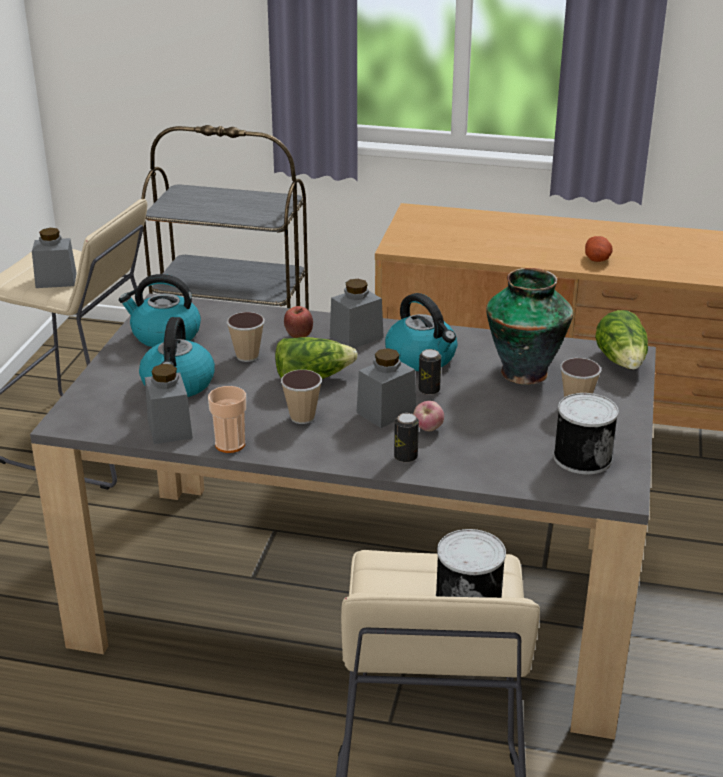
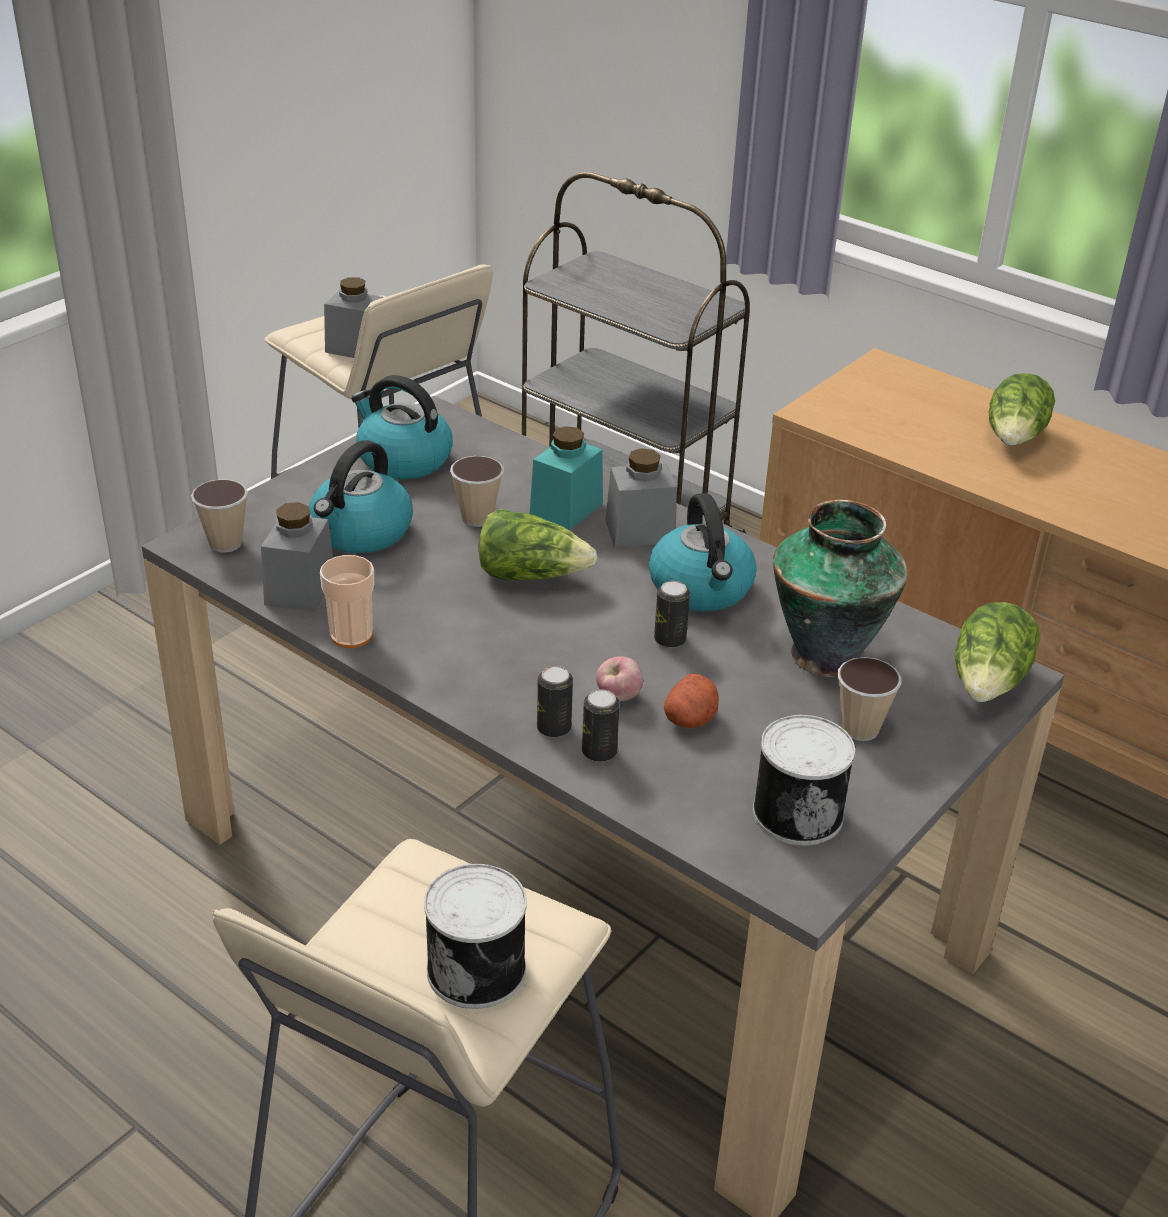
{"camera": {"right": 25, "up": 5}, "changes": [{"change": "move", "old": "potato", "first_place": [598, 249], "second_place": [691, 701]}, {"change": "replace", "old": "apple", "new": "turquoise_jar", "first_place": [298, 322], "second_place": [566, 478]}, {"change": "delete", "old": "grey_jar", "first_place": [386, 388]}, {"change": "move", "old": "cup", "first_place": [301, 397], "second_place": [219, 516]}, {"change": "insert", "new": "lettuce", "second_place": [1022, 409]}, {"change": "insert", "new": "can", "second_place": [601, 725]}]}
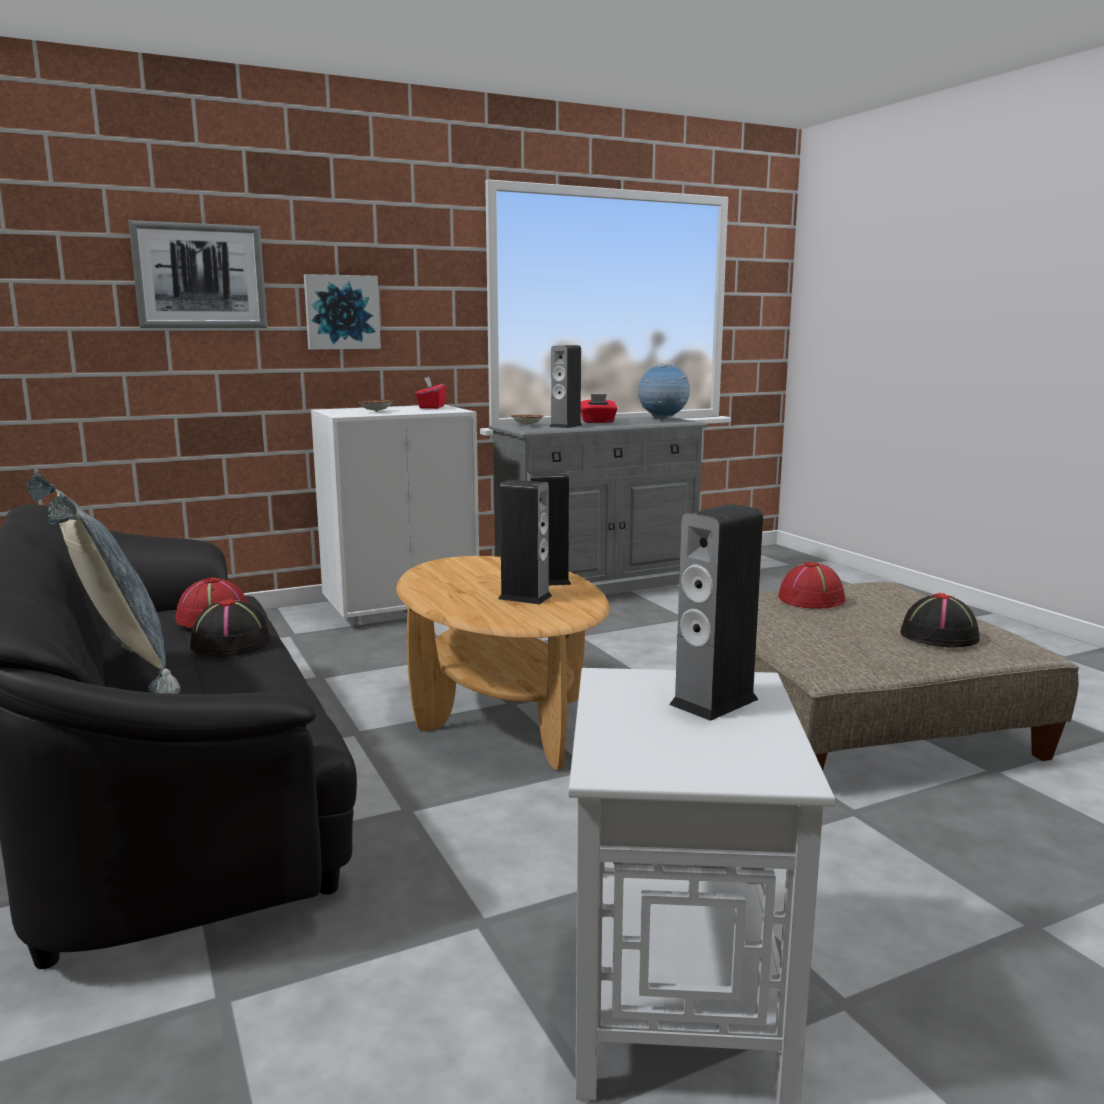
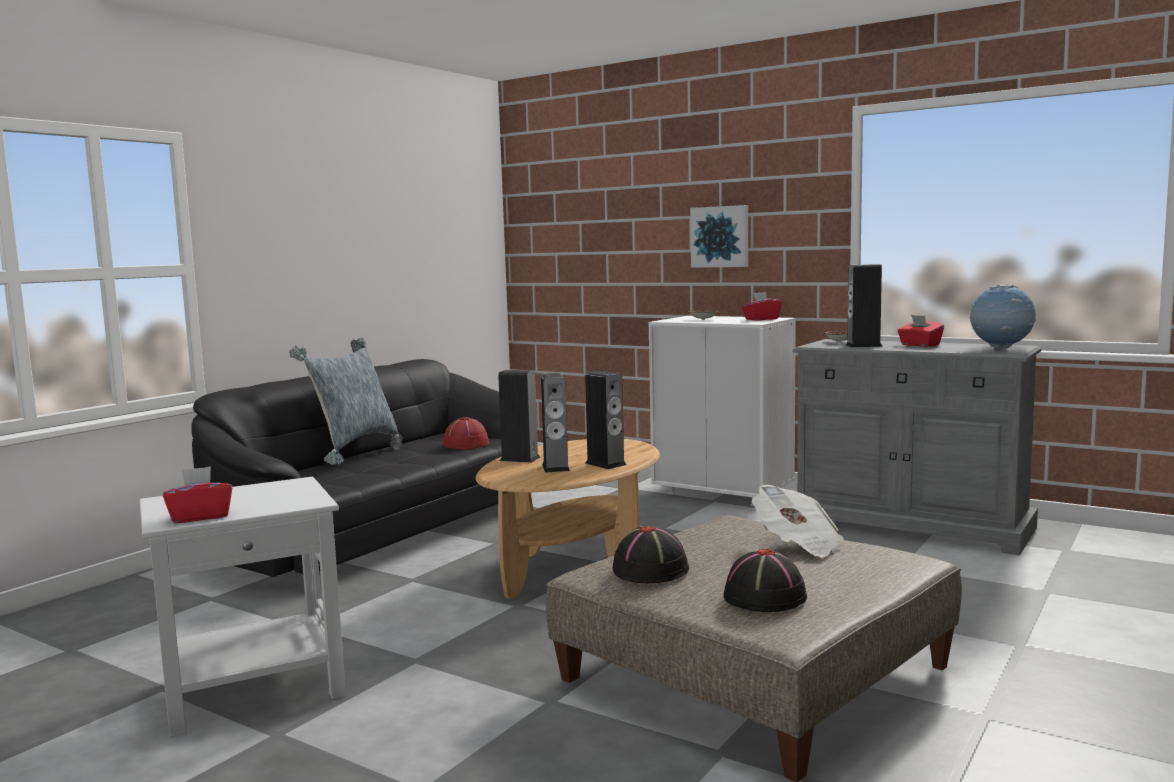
{"camera": {"right": 60, "up": -5}, "changes": [{"change": "delete", "old": "picture", "first_place": [198, 274]}, {"change": "move", "old": "speaker", "first_place": [716, 612], "second_place": [519, 416]}, {"change": "replace", "old": "red_hat", "new": "newspaper", "first_place": [812, 585], "second_place": [798, 521]}, {"change": "move", "old": "black_hat", "first_place": [230, 628], "second_place": [651, 554]}, {"change": "insert", "new": "red_tissue_box", "second_place": [197, 494]}]}
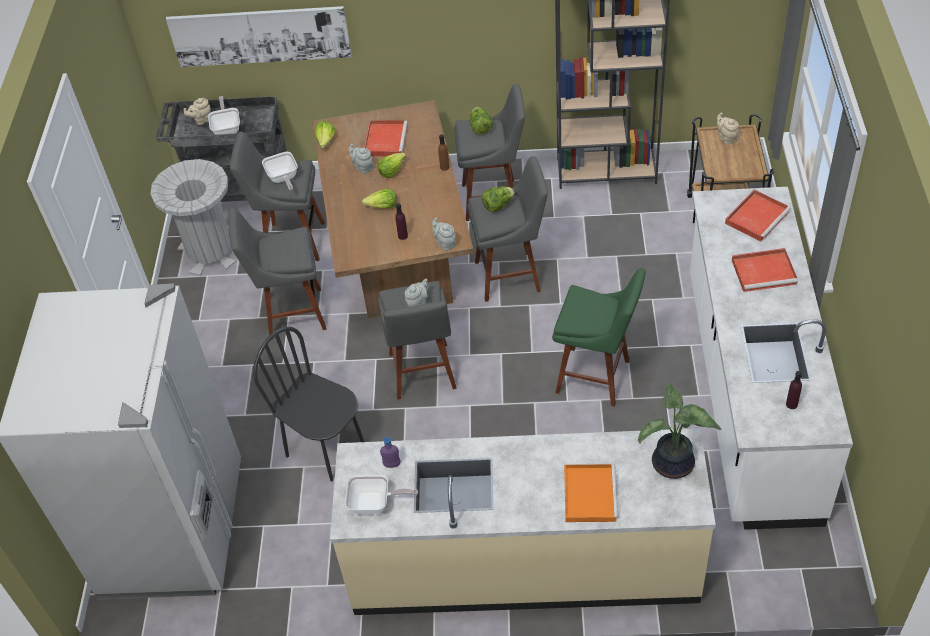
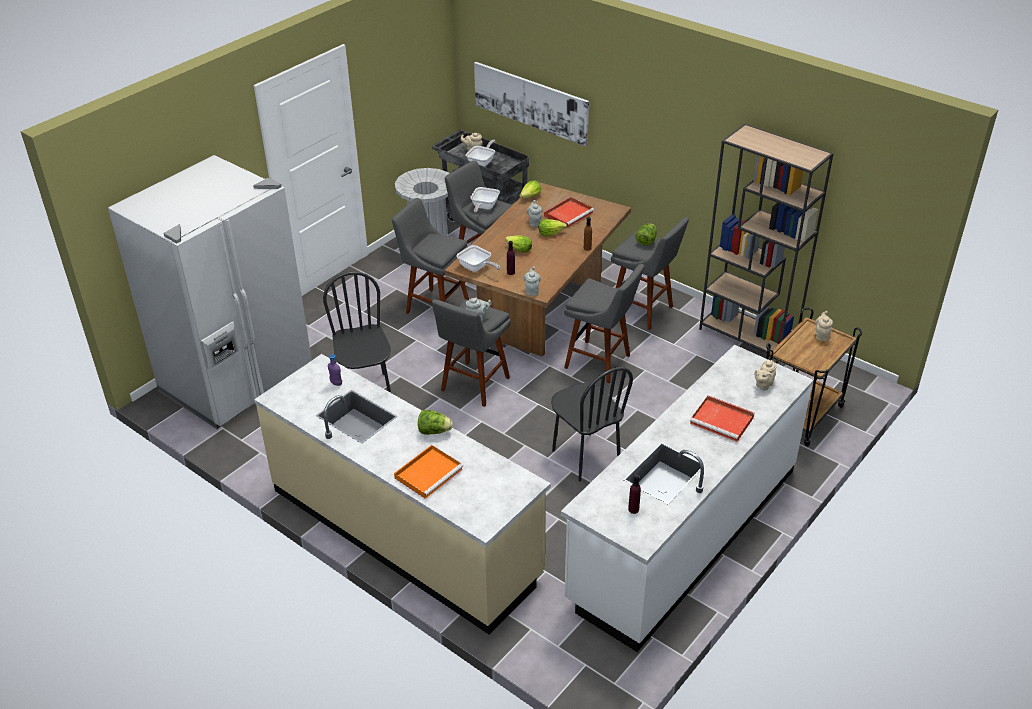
{"camera": {"right": 35, "up": -10}, "changes": [{"change": "move", "old": "lettuce", "first_place": [498, 199], "second_place": [435, 422]}, {"change": "replace", "old": "red_tray", "new": "beige_teapot", "first_place": [758, 216], "second_place": [765, 375]}, {"change": "replace", "old": "green_stool", "new": "black_chair", "first_place": [598, 337], "second_place": [592, 424]}, {"change": "delete", "old": "potted_plant", "first_place": [679, 431]}, {"change": "move", "old": "frying_pan", "first_place": [381, 494], "second_place": [478, 258]}]}
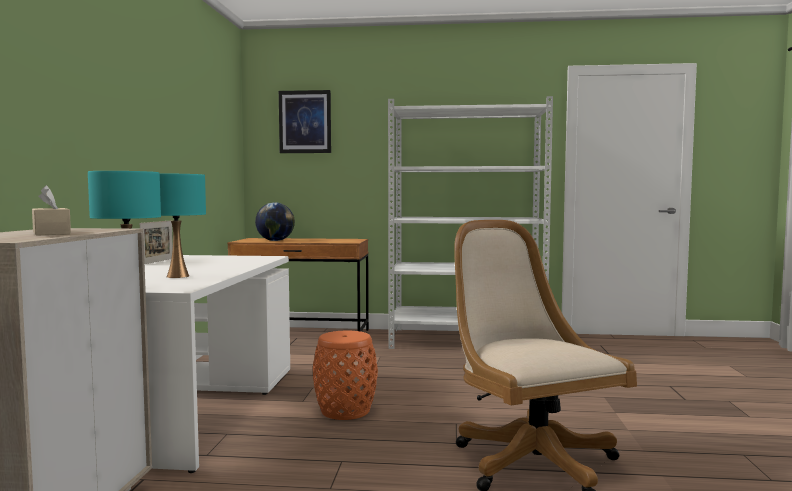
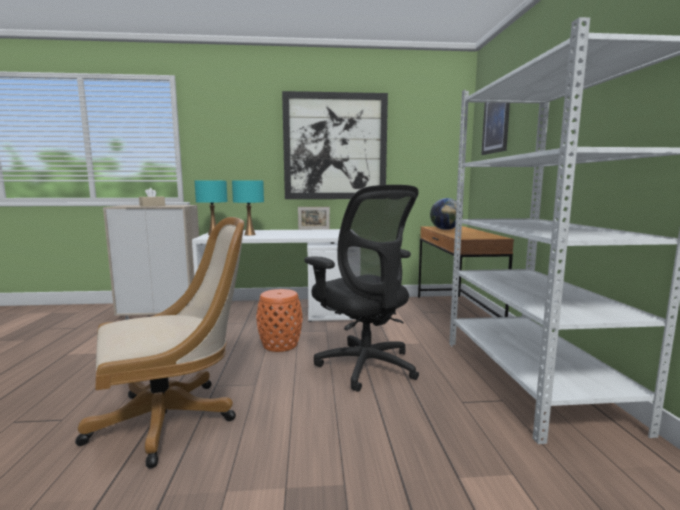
{"camera": {"right": 80, "up": 5}, "changes": [{"change": "insert", "new": "picture", "second_place": [335, 145]}, {"change": "insert", "new": "black_office_chair", "second_place": [361, 288]}]}
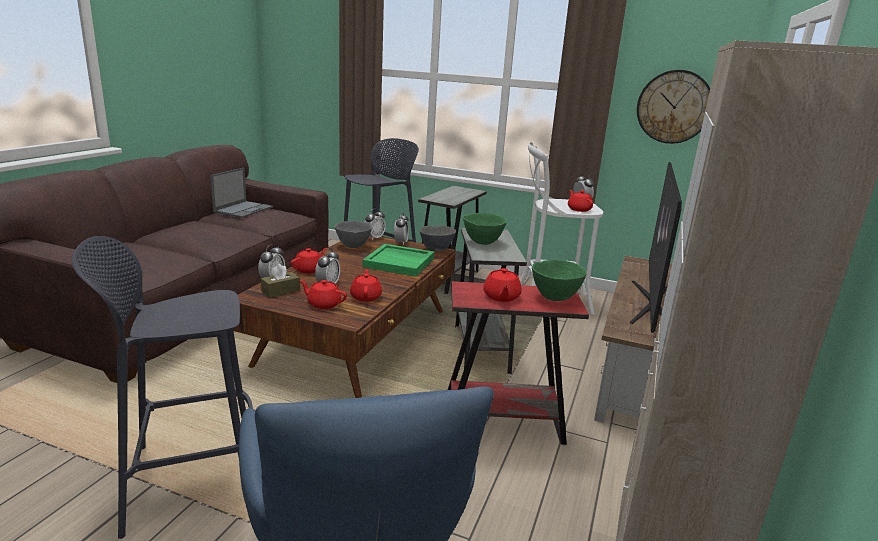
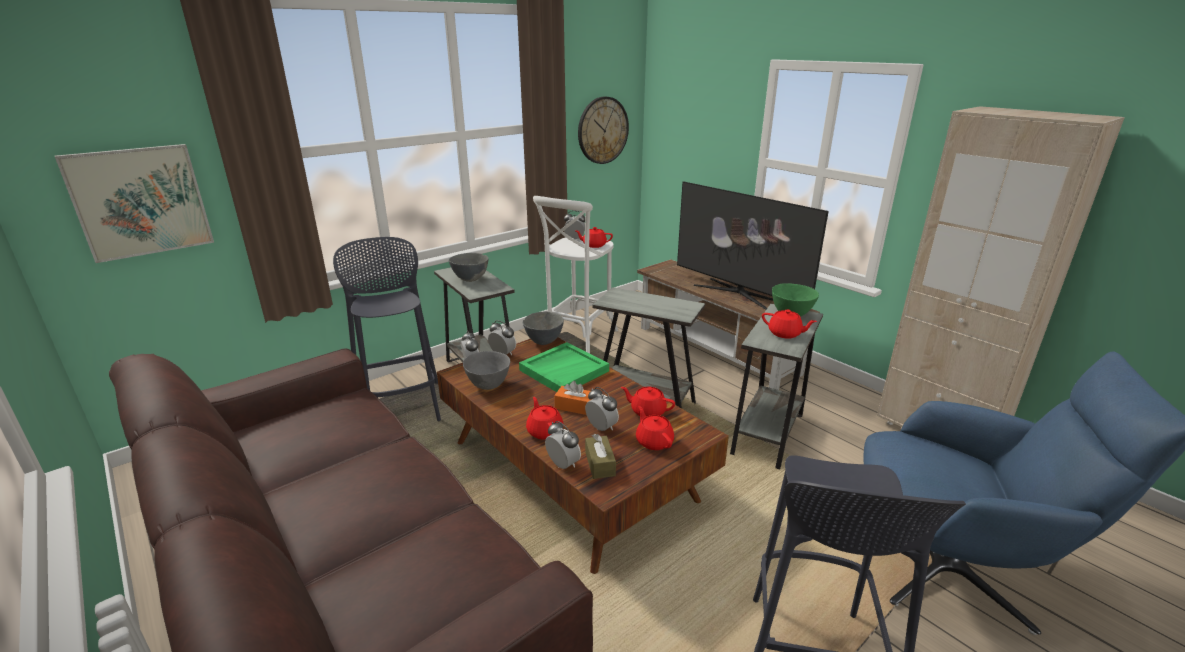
{"camera": {"right": -60, "up": 5}, "changes": [{"change": "delete", "old": "laptop", "first_place": [241, 193]}, {"change": "delete", "old": "green_bowl", "first_place": [485, 229]}, {"change": "rotate", "old": "red_teapot", "first_place": [323, 294], "second_place": [655, 428], "degrees": 105}, {"change": "recolor", "old": "red_side_table", "new": "grey_side_table", "first_place": [518, 363], "second_place": [776, 387]}, {"change": "insert", "new": "picture", "second_place": [134, 203]}, {"change": "insert", "new": "grey_bowl", "second_place": [469, 267]}, {"change": "insert", "new": "orange_tissue_box", "second_place": [573, 398]}]}
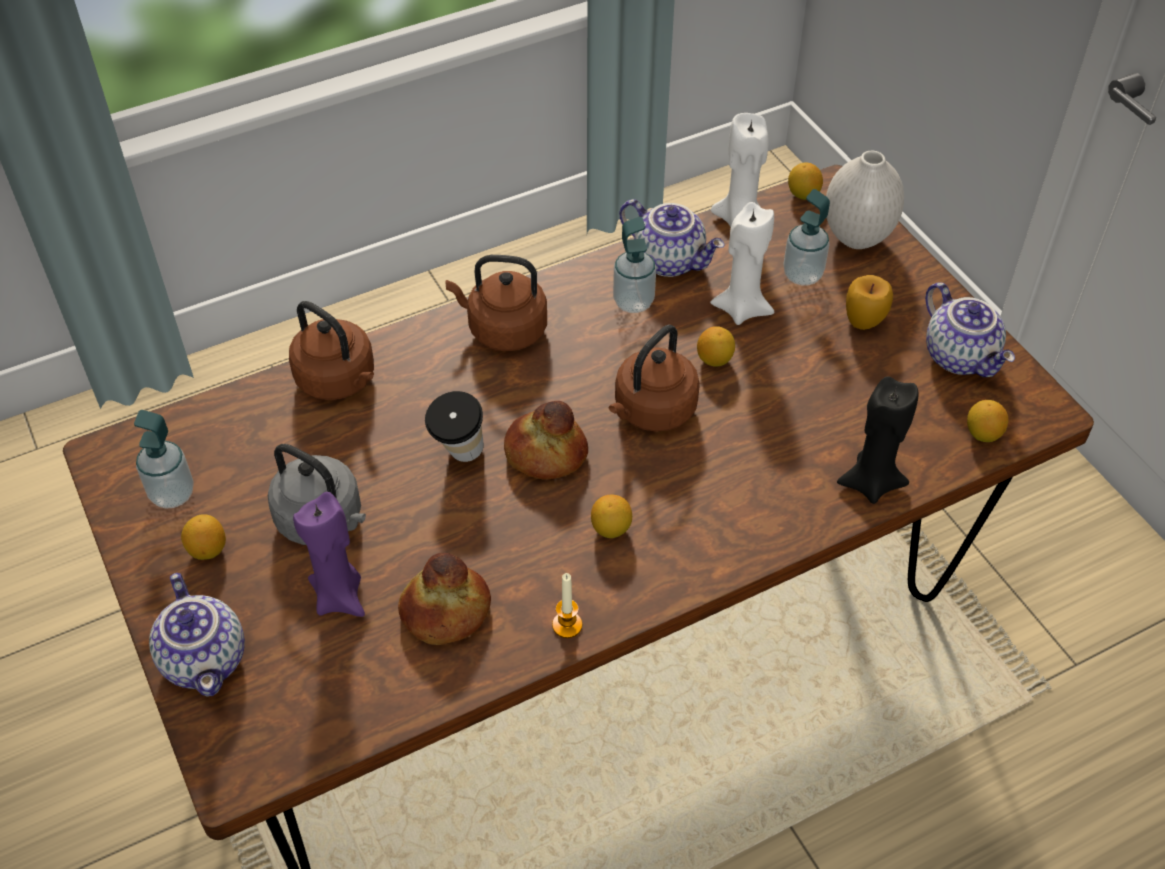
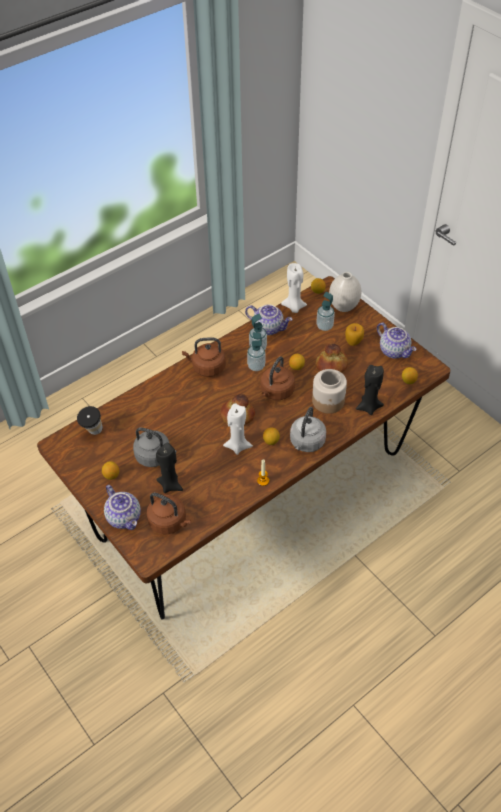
{"camera": {"right": -10, "up": 0}, "changes": [{"change": "move", "old": "white_candle", "first_place": [742, 263], "second_place": [238, 429]}, {"change": "move", "old": "brown_kettle", "first_place": [331, 350], "second_place": [169, 513]}, {"change": "move", "old": "cup", "first_place": [454, 426], "second_place": [90, 420]}, {"change": "move", "old": "soap_dispenser", "first_place": [163, 459], "second_place": [256, 351]}, {"change": "recolor", "old": "purple_candle", "new": "black_candle", "first_place": [329, 554], "second_place": [169, 468]}, {"change": "move", "old": "bread", "first_place": [444, 599], "second_place": [332, 358]}, {"change": "insert", "new": "jar", "second_place": [329, 391]}, {"change": "insert", "new": "grey_kettle", "second_place": [308, 429]}]}
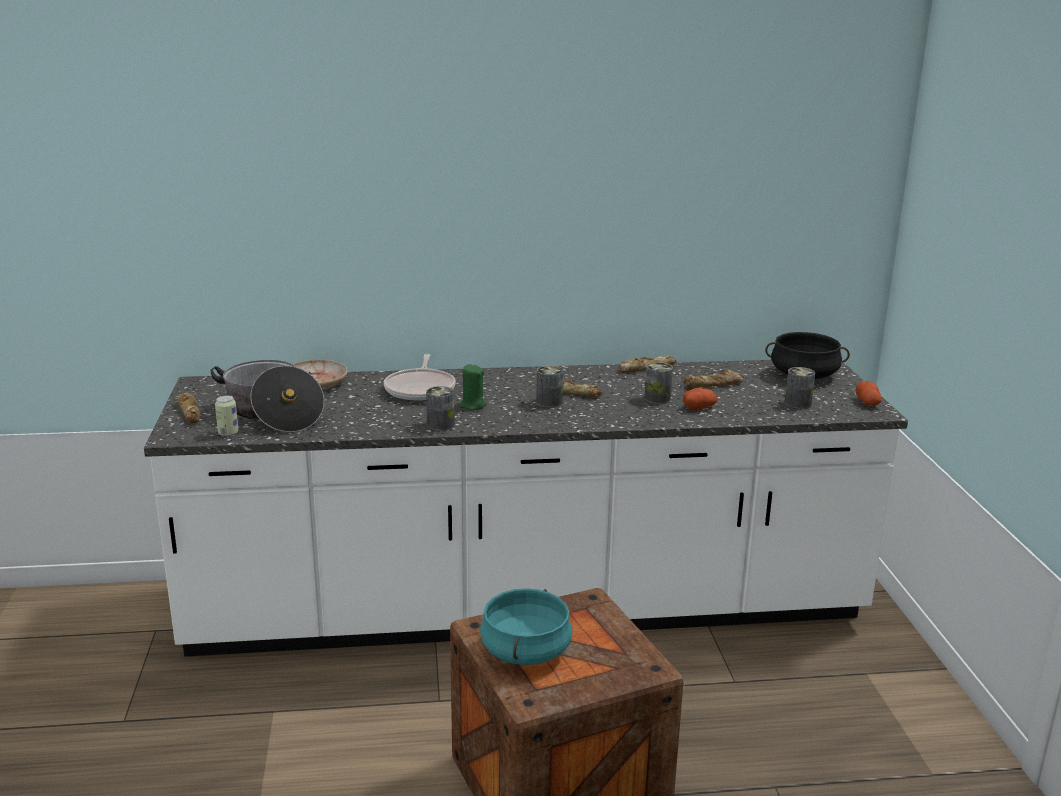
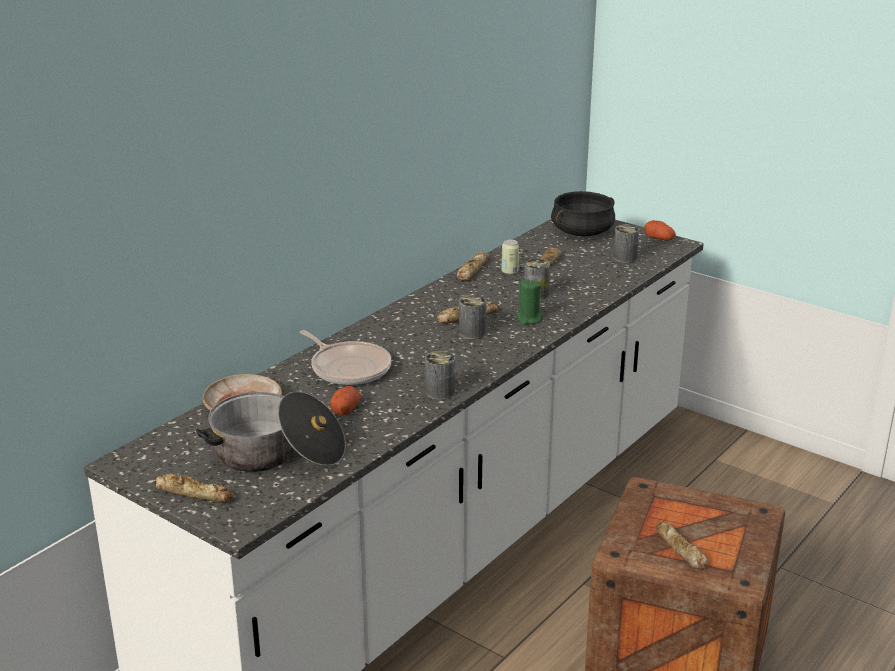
{"camera": {"right": -45, "up": 5}, "changes": [{"change": "move", "old": "green_candle", "first_place": [473, 387], "second_place": [529, 302]}, {"change": "move", "old": "potato", "first_place": [700, 399], "second_place": [345, 401]}, {"change": "move", "old": "can", "first_place": [226, 416], "second_place": [510, 257]}, {"change": "replace", "old": "turquoise_cooking_pot", "new": "bread", "first_place": [526, 626], "second_place": [681, 545]}]}
